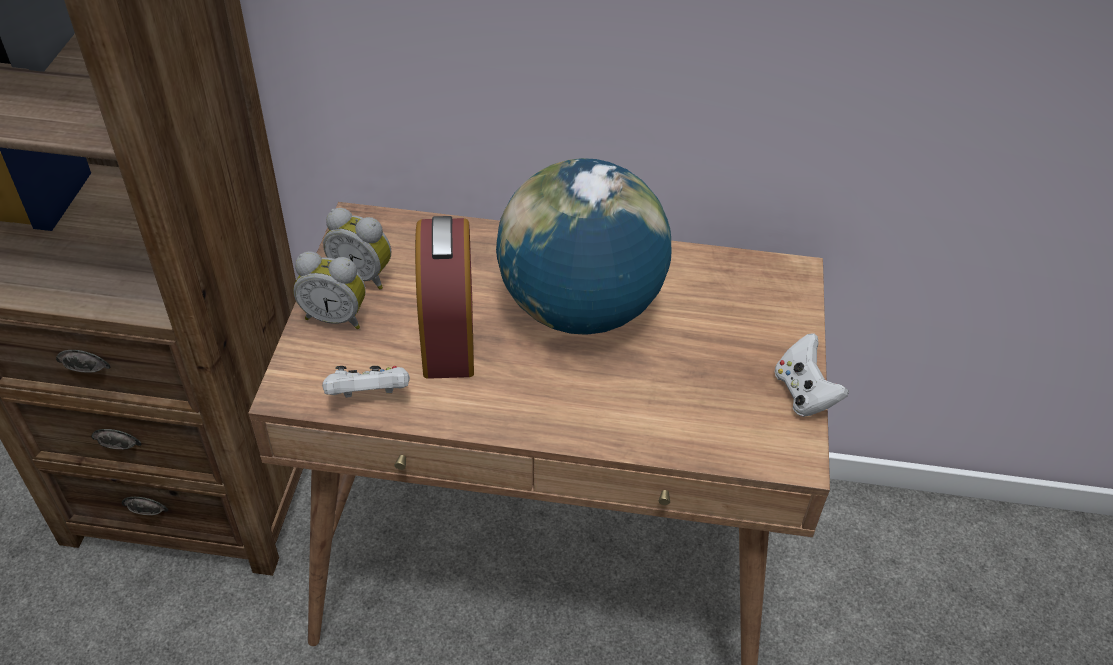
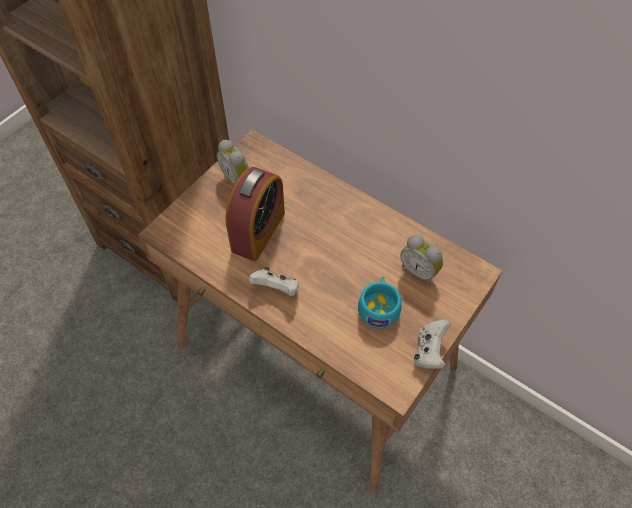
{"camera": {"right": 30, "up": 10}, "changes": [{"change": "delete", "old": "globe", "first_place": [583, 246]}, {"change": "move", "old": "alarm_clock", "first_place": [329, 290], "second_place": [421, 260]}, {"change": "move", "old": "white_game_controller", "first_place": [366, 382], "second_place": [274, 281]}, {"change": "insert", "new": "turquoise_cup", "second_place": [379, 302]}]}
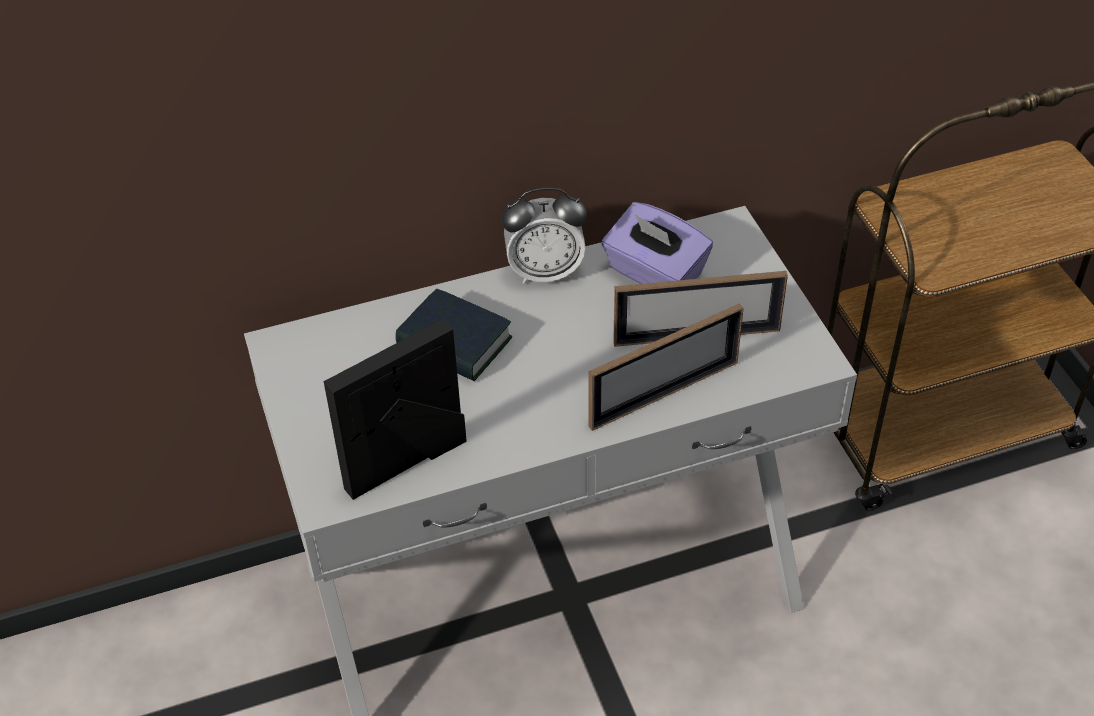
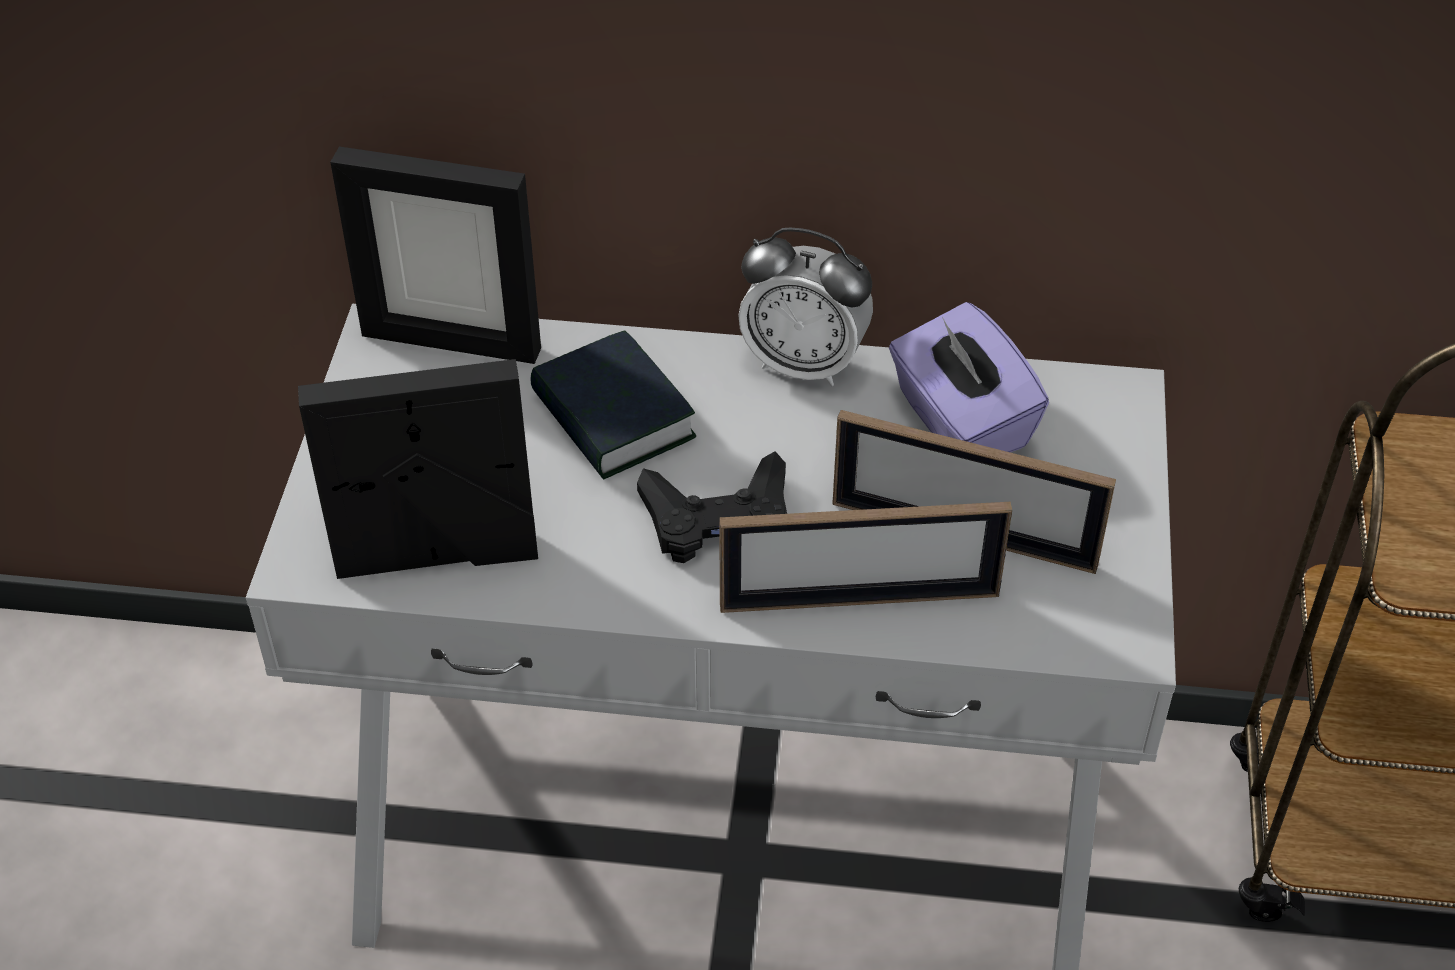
{"camera": {"right": 25, "up": 0}, "changes": [{"change": "insert", "new": "picture_frame", "second_place": [435, 255]}, {"change": "insert", "new": "black_game_controller", "second_place": [712, 507]}]}
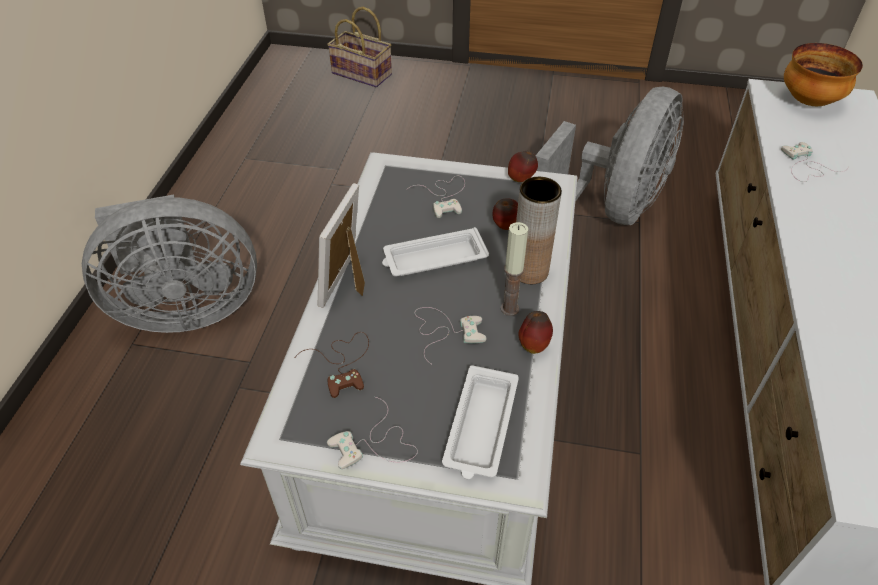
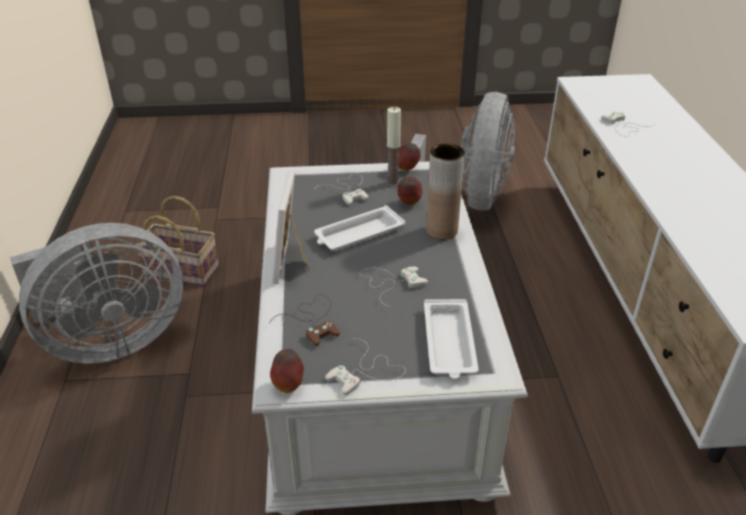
{"camera": {"right": -15, "up": -10}, "changes": [{"change": "move", "old": "basket", "first_place": [359, 47], "second_place": [177, 241]}, {"change": "delete", "old": "bowl", "first_place": [823, 74]}, {"change": "move", "old": "candle", "first_place": [514, 269], "second_place": [393, 147]}, {"change": "move", "old": "apple", "first_place": [535, 332], "second_place": [287, 371]}]}
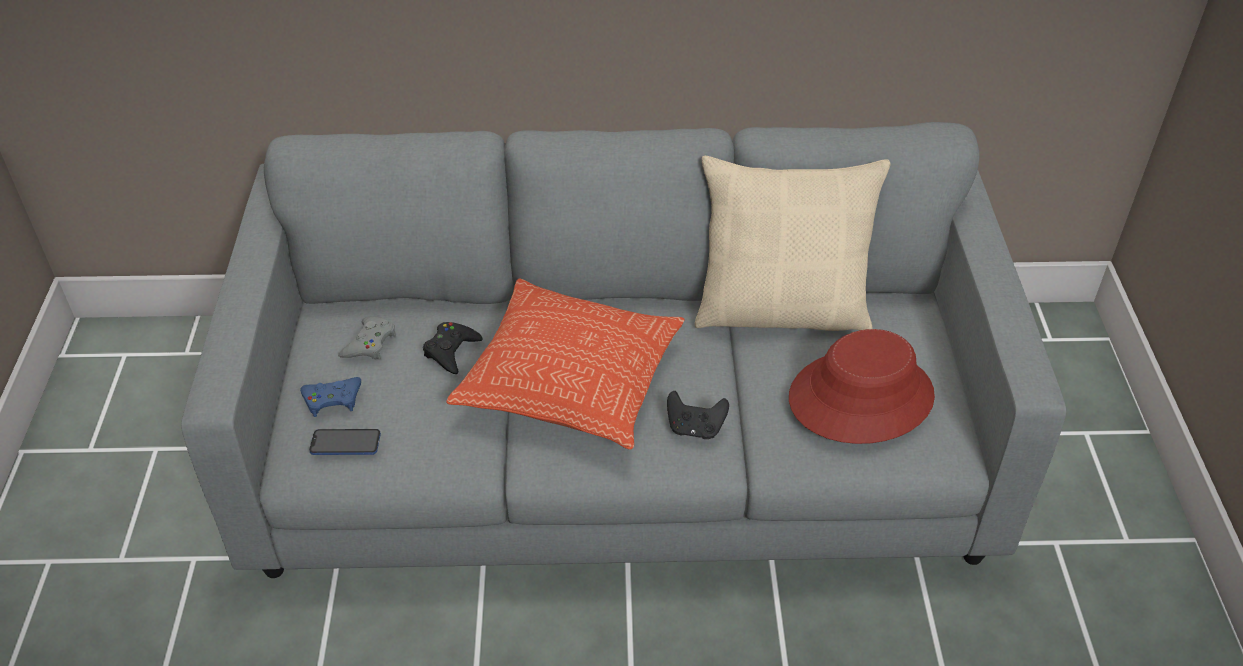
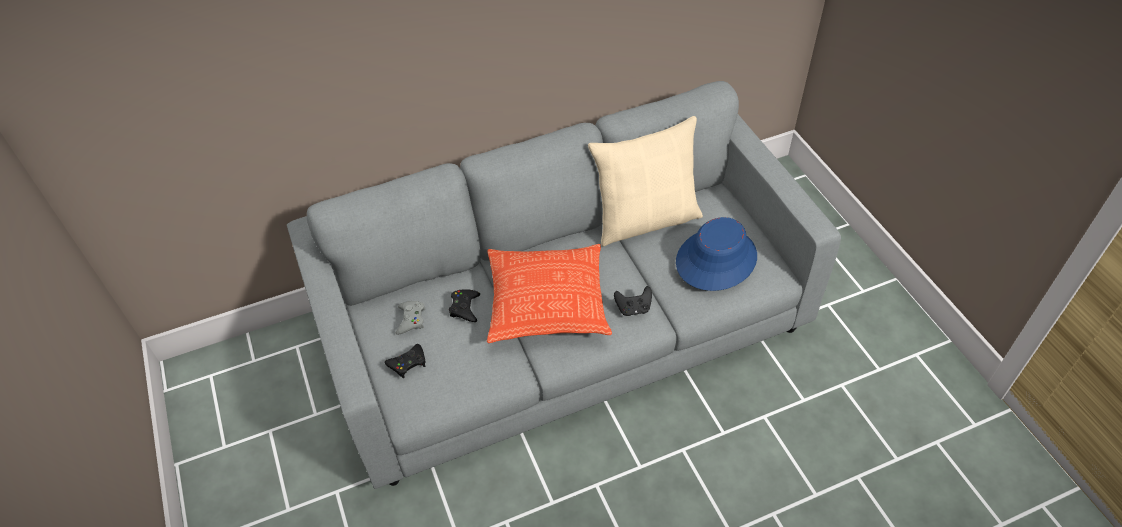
{"camera": {"right": -20, "up": 5}, "changes": [{"change": "recolor", "old": "red_hat", "new": "blue_hat", "first_place": [862, 386], "second_place": [716, 254]}, {"change": "recolor", "old": "blue_game_controller", "new": "black_game_controller", "first_place": [330, 397], "second_place": [404, 361]}, {"change": "delete", "old": "phone", "first_place": [345, 442]}]}
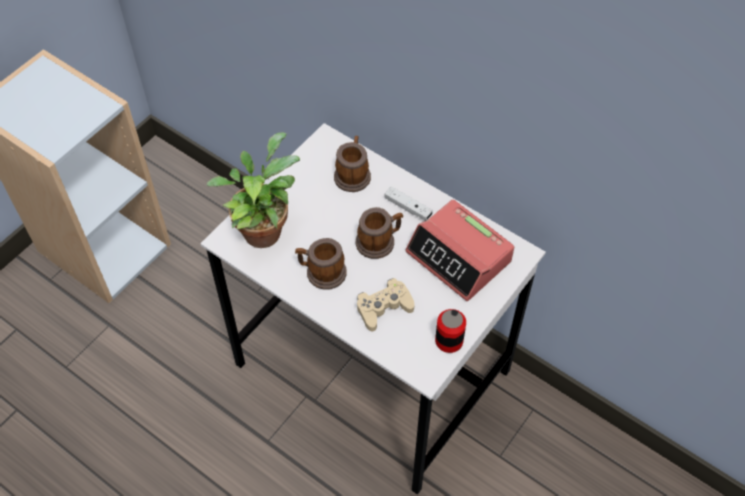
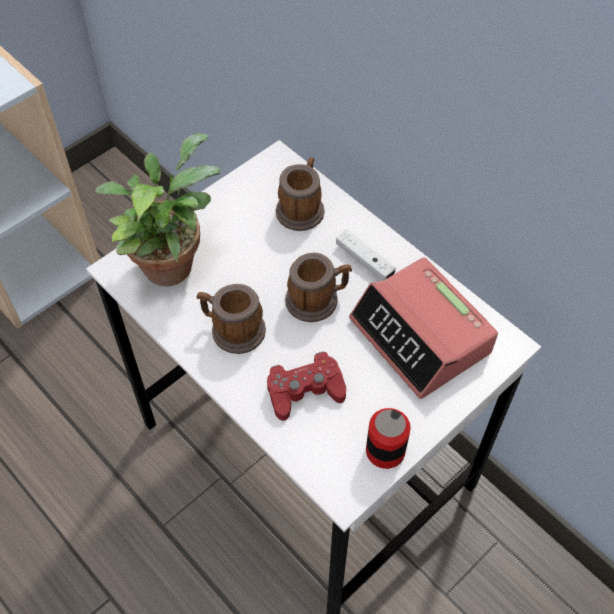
{"camera": {"right": 10, "up": 0}, "changes": [{"change": "recolor", "old": "beige_game_controller", "new": "red_game_controller", "first_place": [385, 305], "second_place": [306, 386]}]}
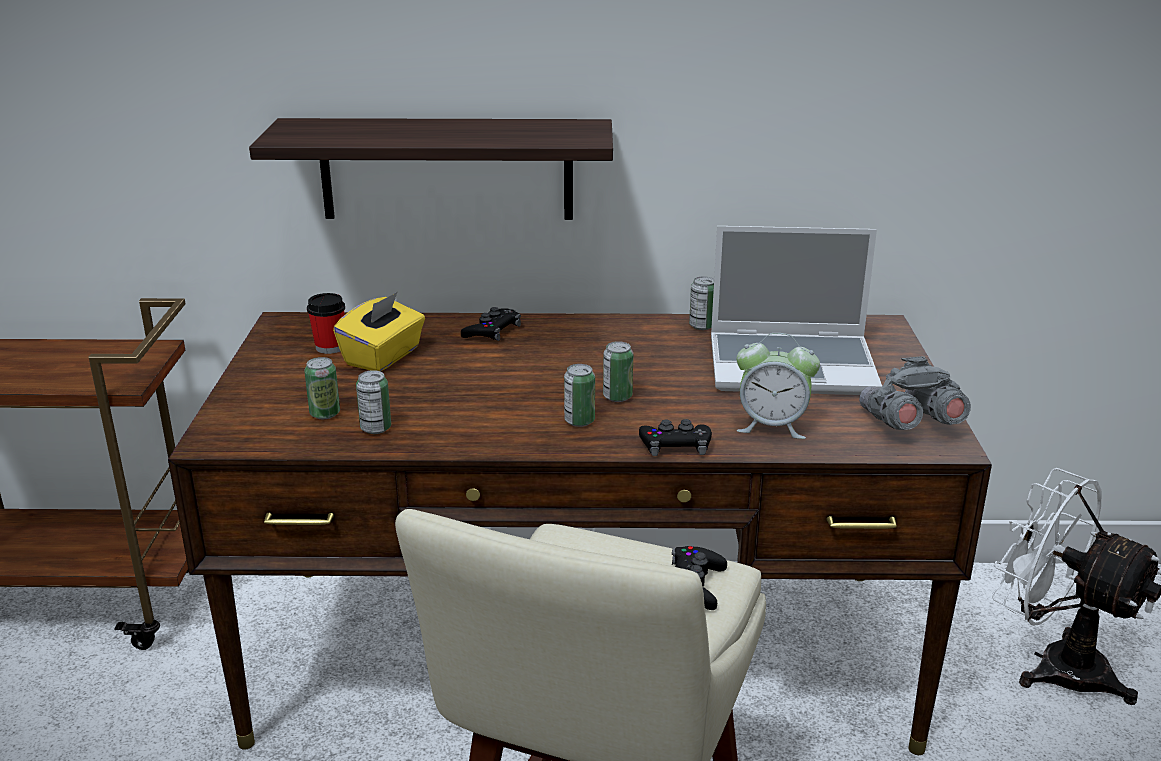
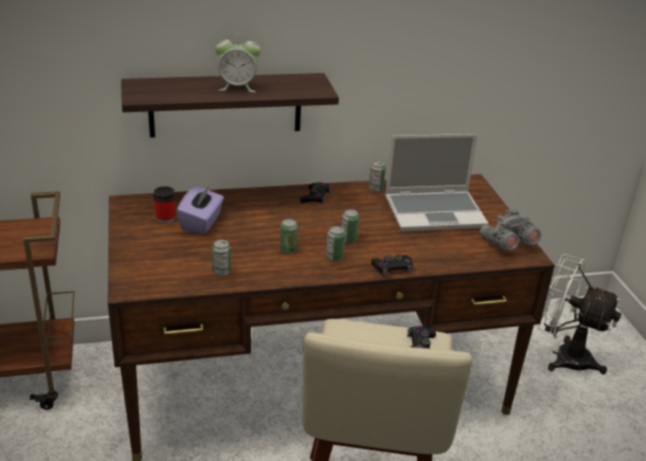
{"camera": {"right": -15, "up": 5}, "changes": [{"change": "recolor", "old": "yellow_tissue_box", "new": "purple_tissue_box", "first_place": [379, 332], "second_place": [200, 210]}, {"change": "move", "old": "black_game_controller", "first_place": [491, 324], "second_place": [315, 193]}, {"change": "move", "old": "alarm_clock", "first_place": [778, 386], "second_place": [238, 62]}, {"change": "move", "old": "can", "first_place": [322, 388], "second_place": [289, 236]}]}
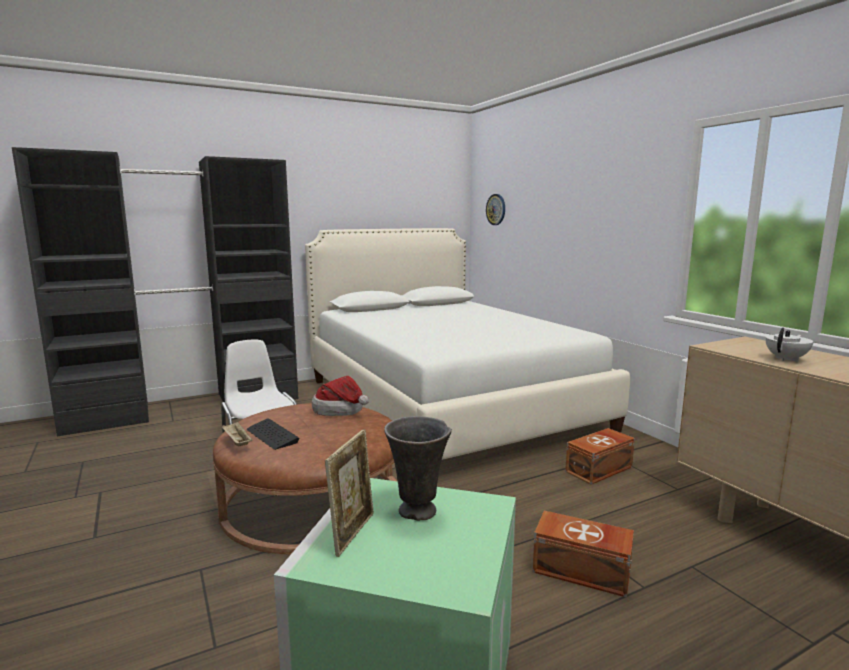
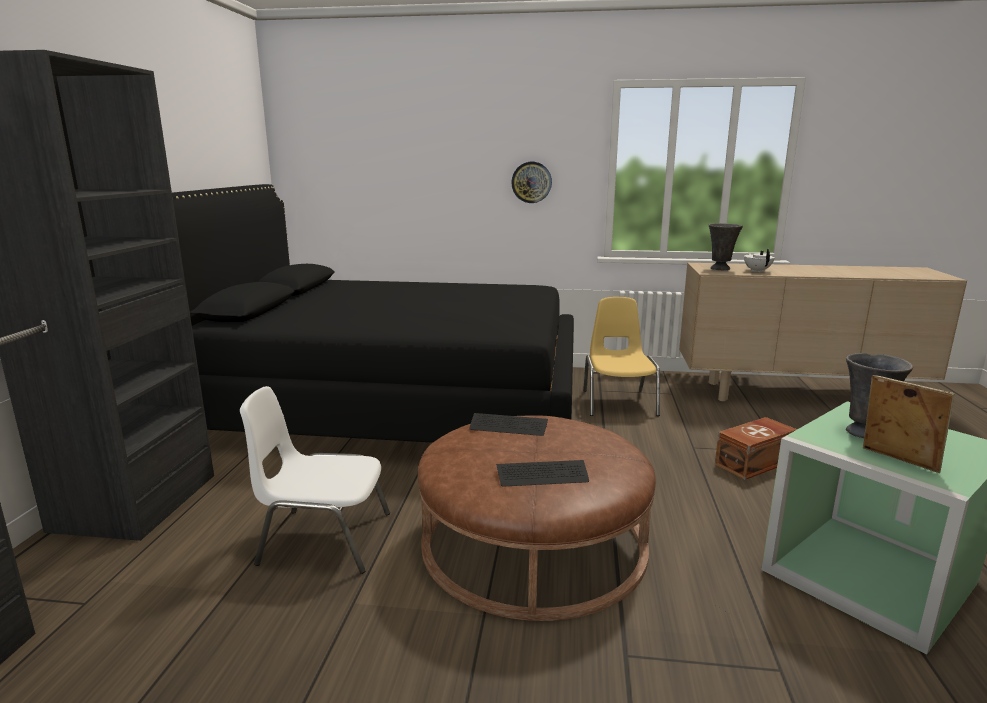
{"camera": {"right": -55, "up": 5}, "changes": [{"change": "move", "old": "wall_clock", "first_place": [495, 209], "second_place": [531, 182]}, {"change": "recolor", "old": "white_bed", "new": "black_bed", "first_place": [467, 344], "second_place": [373, 313]}, {"change": "replace", "old": "hat", "new": "keyboard", "first_place": [340, 396], "second_place": [508, 424]}, {"change": "delete", "old": "beige_tray", "first_place": [237, 433]}, {"change": "replace", "old": "brown_storage_box", "new": "yellow_chair", "first_place": [600, 456], "second_place": [621, 356]}, {"change": "insert", "new": "grey_vase", "second_place": [726, 246]}]}
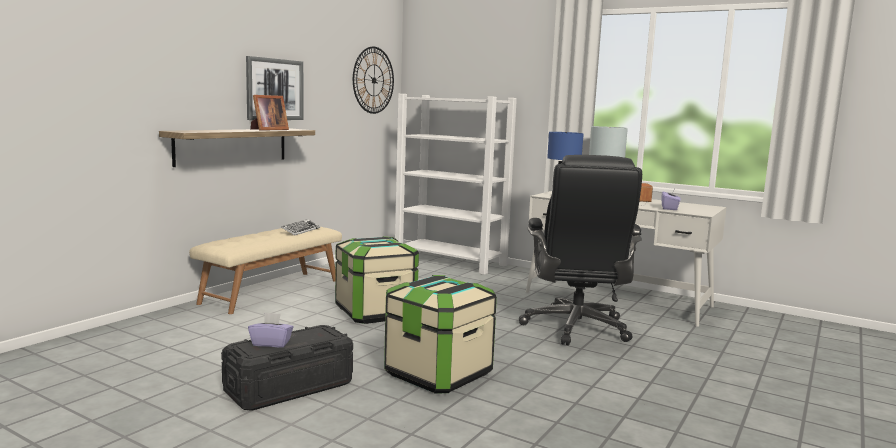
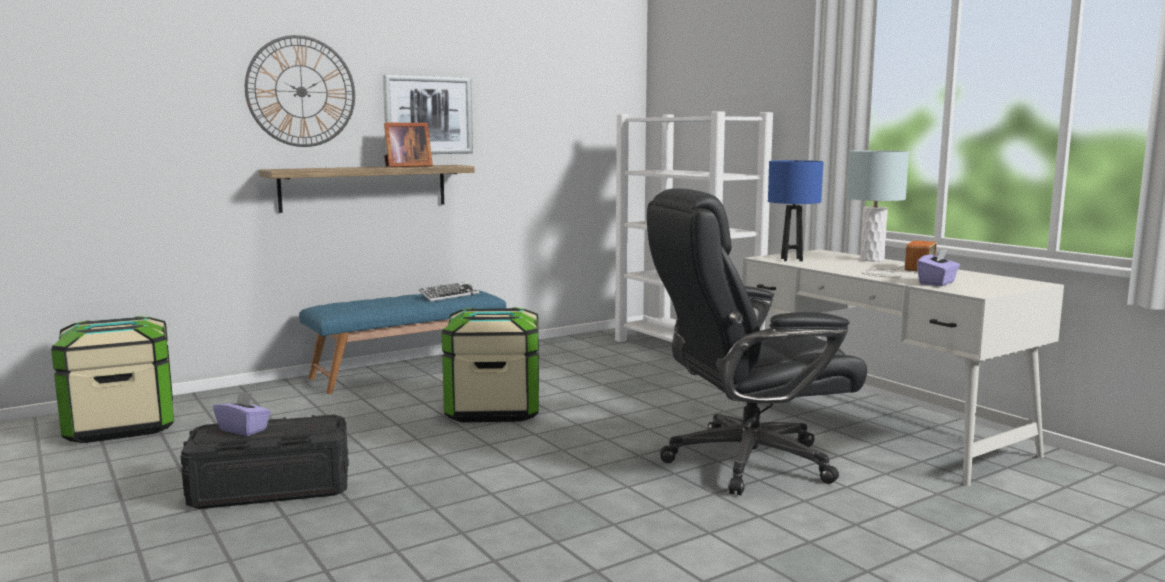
{"camera": {"right": 25, "up": 0}, "changes": [{"change": "move", "old": "wall_clock", "first_place": [373, 80], "second_place": [300, 91]}, {"change": "rotate", "old": "black_office_chair", "first_place": [580, 250], "second_place": [757, 341], "degrees": 45}, {"change": "recolor", "old": "beige_bench", "new": "blue_bench", "first_place": [265, 270], "second_place": [402, 342]}, {"change": "move", "old": "storage_box", "first_place": [440, 334], "second_place": [112, 379]}]}
